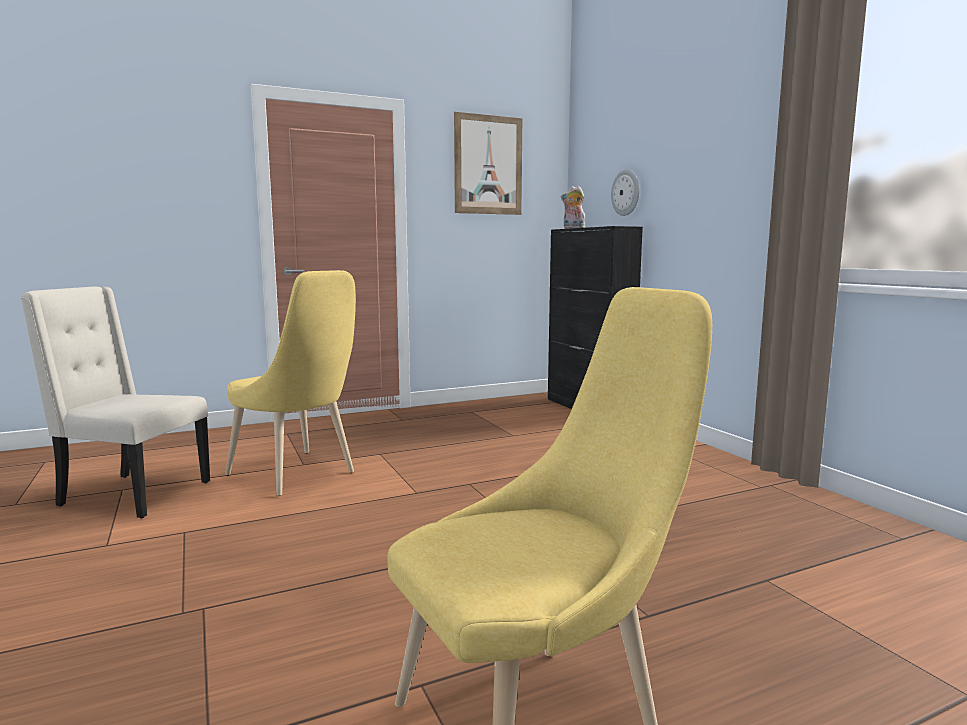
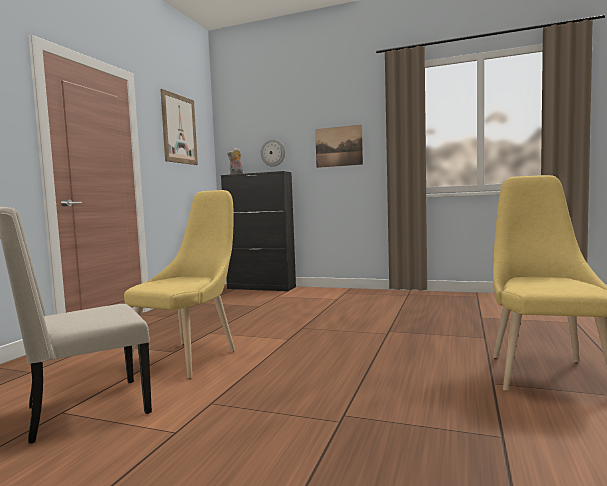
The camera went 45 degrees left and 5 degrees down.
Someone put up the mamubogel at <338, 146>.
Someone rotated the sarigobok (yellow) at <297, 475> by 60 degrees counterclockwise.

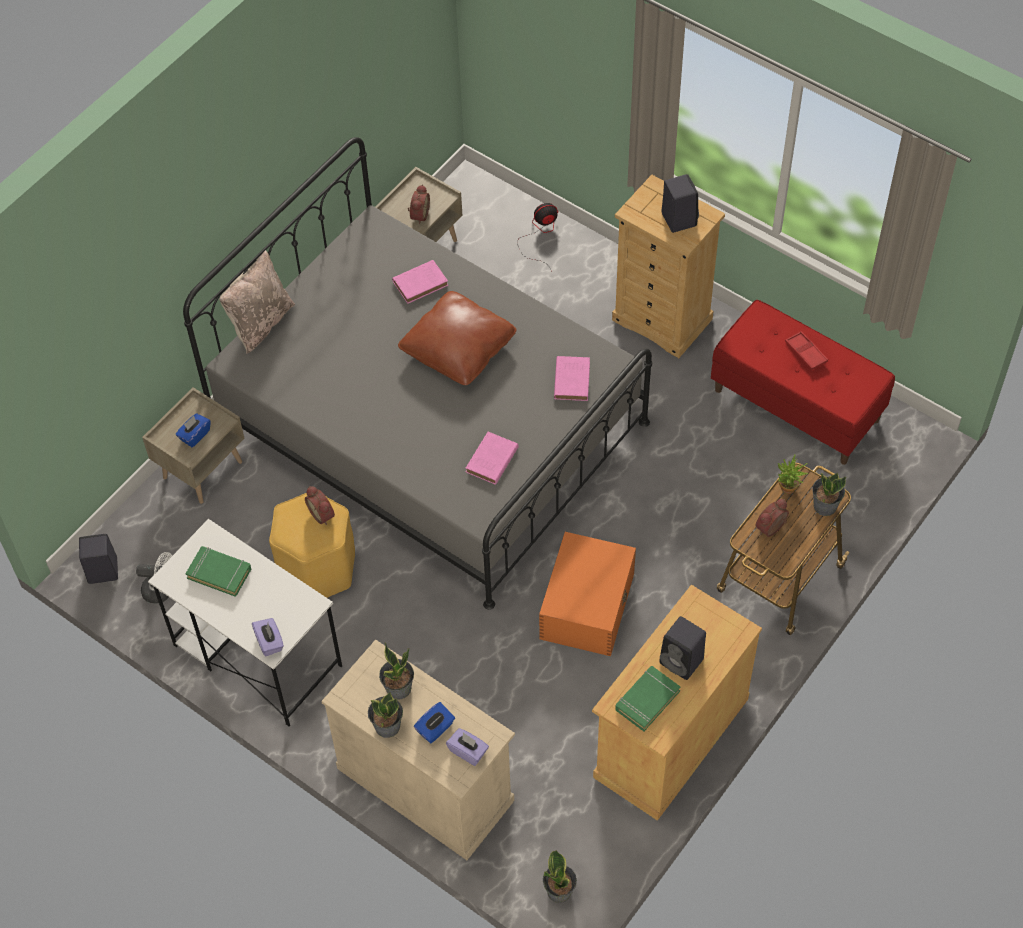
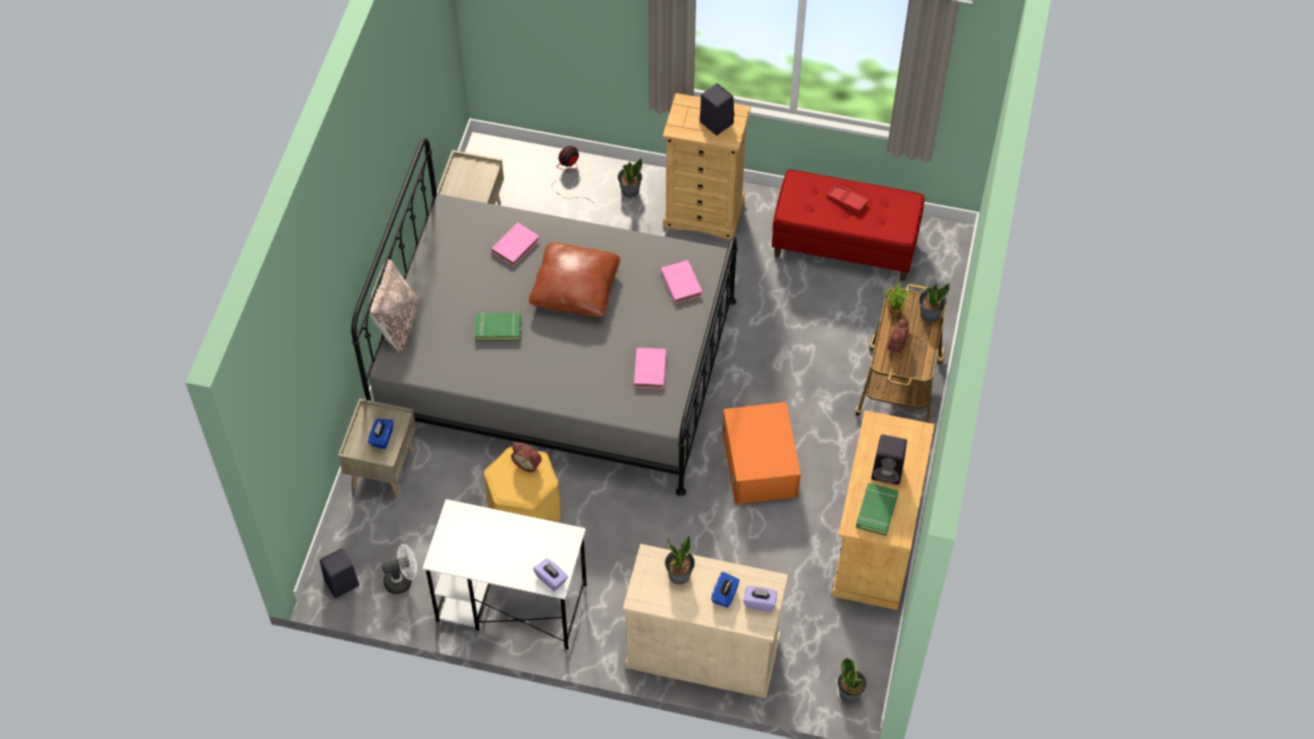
The camera went 25 degrees left and 0 degrees up.
Someone took away the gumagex at <418, 215>.
Someone carried the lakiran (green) from <219, 573> to <498, 329>.
Someone carried the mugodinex from <387, 726> to <630, 190>.

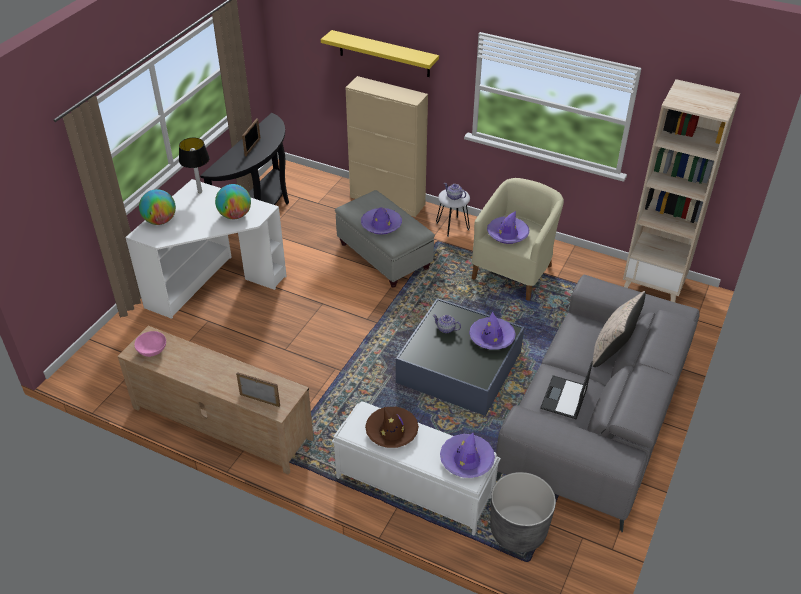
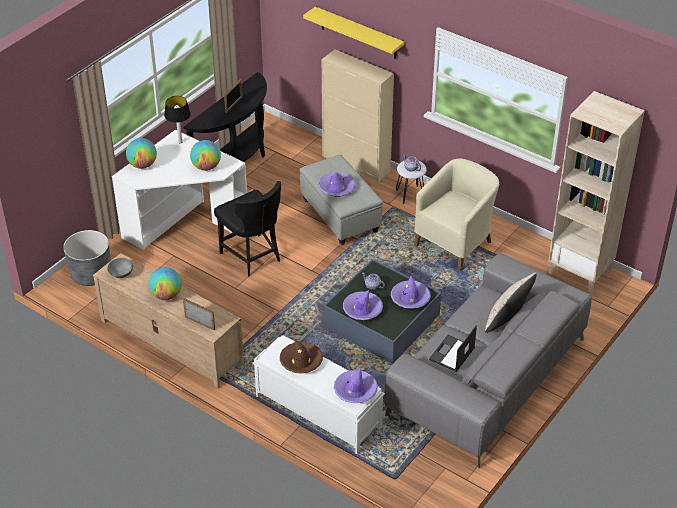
The camera went 10 degrees right and 0 degrees up.
Someone put down the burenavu at <166, 295>.
Someone put down the sarigobok (black) at <252, 257>.
Someone carried the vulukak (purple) from <507, 234> to <362, 309>.
Someone carried the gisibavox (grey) from <518, 530> to <91, 274>.
Someone repainted the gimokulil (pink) at <152, 351>, which became the gimokulil (grey) at <121, 274>.

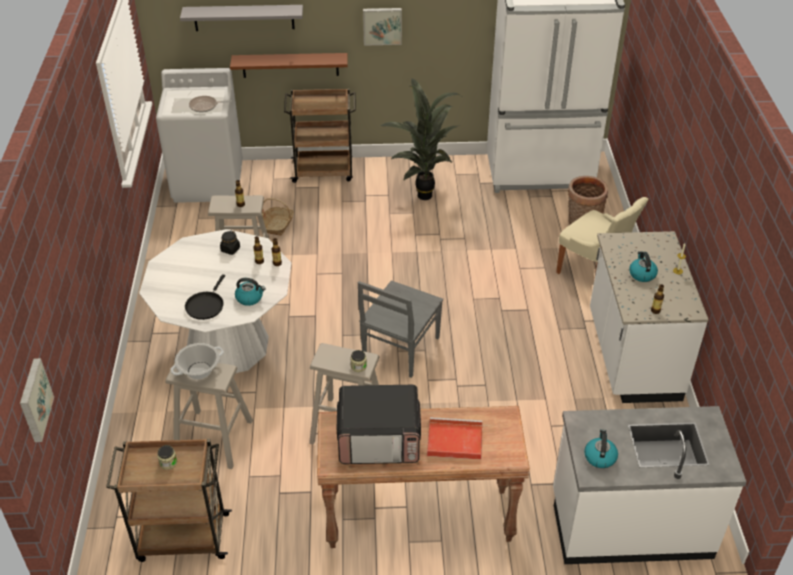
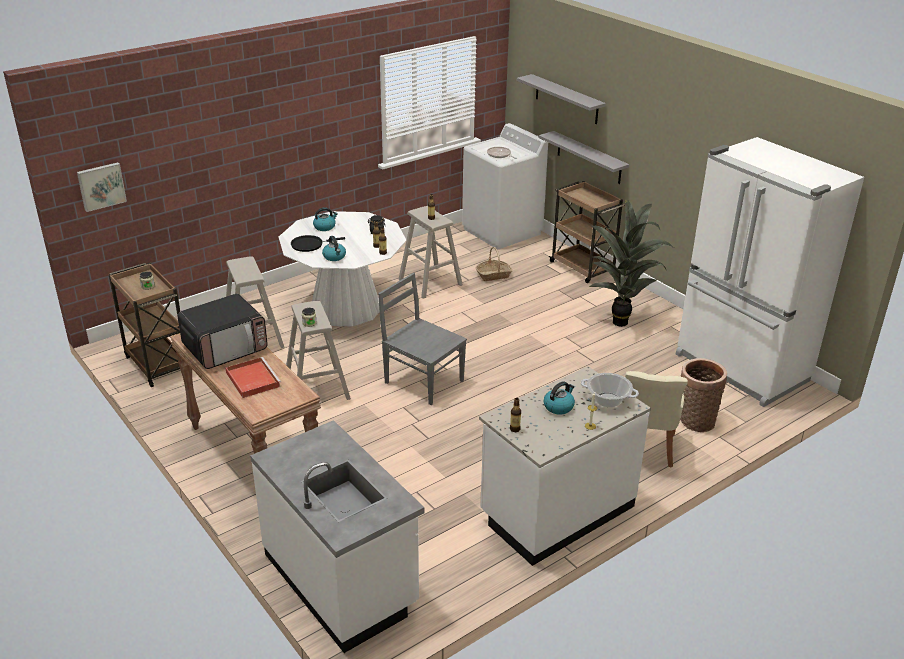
The camera went 55 degrees right and 10 degrees down.
Someone took away the mamubogel at <382, 25>.
Someone carried the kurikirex from <199, 370> to <608, 400>.
Someone carried the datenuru from <599, 457> to <325, 227>.
Someone repainted the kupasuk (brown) at <290, 65>, which became the kupasuk (grey) at <589, 158>.
Someone rotated the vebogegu at <379, 439> by 90 degrees counterclockwise.
Someone rotated the sarigobok (grey) at <400, 349> by 45 degrees clockwise.

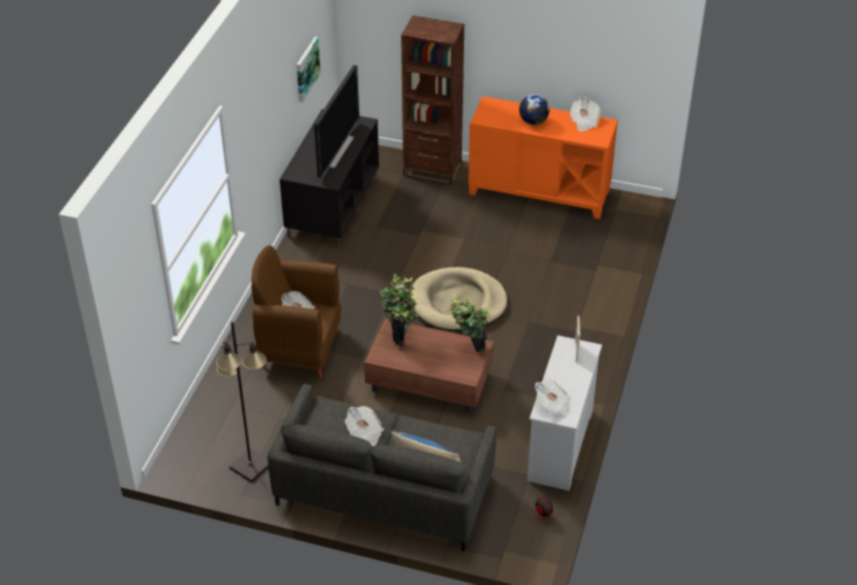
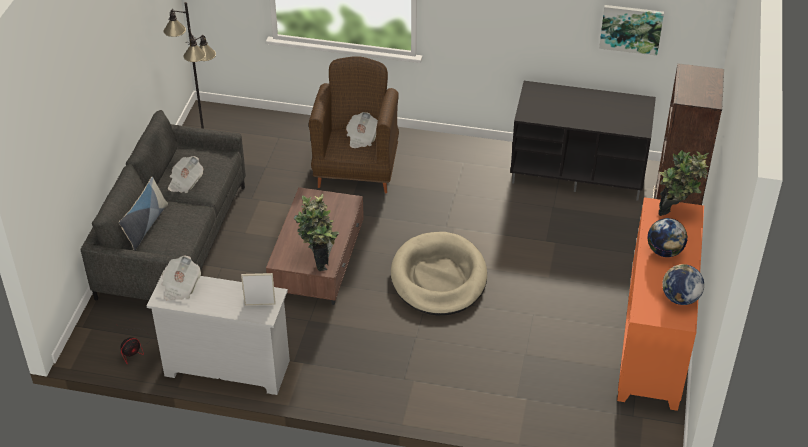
The camera went 85 degrees right and 0 degrees up.
Someone took away the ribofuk at <336, 151>.
Someone carried the mugodinex from <400, 335> to <676, 213>.
Someone swapped the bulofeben at <584, 122> for the burenavu at <680, 298>.

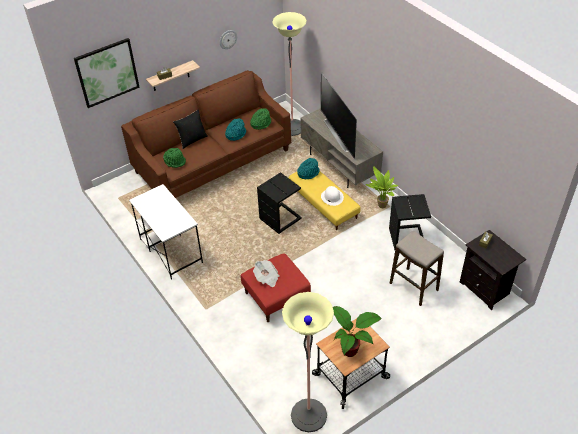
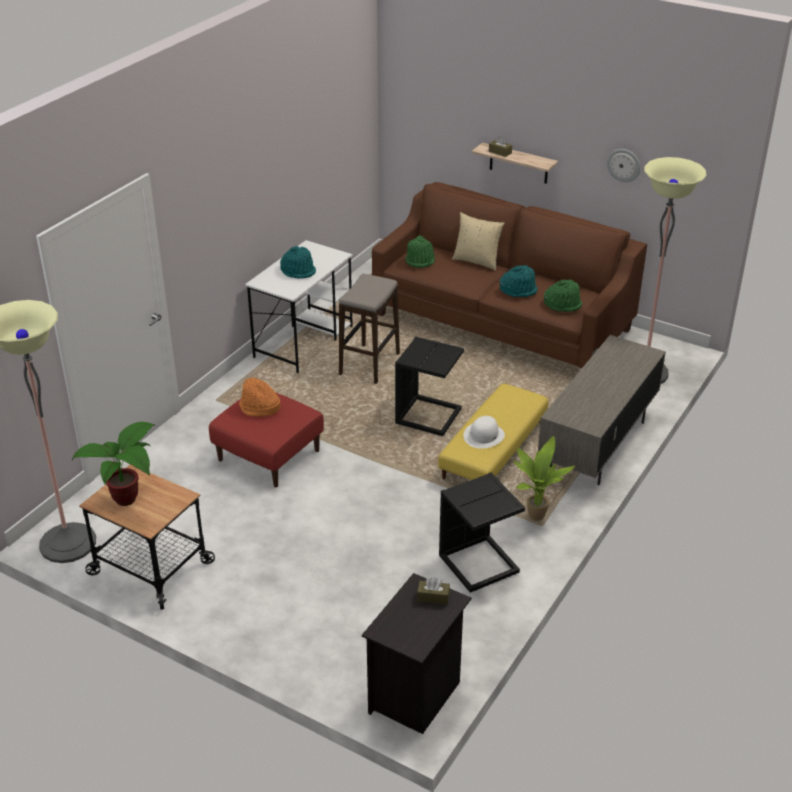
The camera went 65 degrees right and 10 degrees down.
Someone took away the mamubogel at <107, 72>.
Someone took away the ribofuk at <340, 134>.
Someone carried the vulukak (turquoise) from <308, 173> to <298, 271>.
Someone carried the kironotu from <413, 286> to <370, 364>.
Someone swapped the bulofeben at <266, 278> for the vulukak (orange) at <259, 408>.
Someone repainted the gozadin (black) at <192, 140>, which became the gozadin (beige) at <476, 261>.

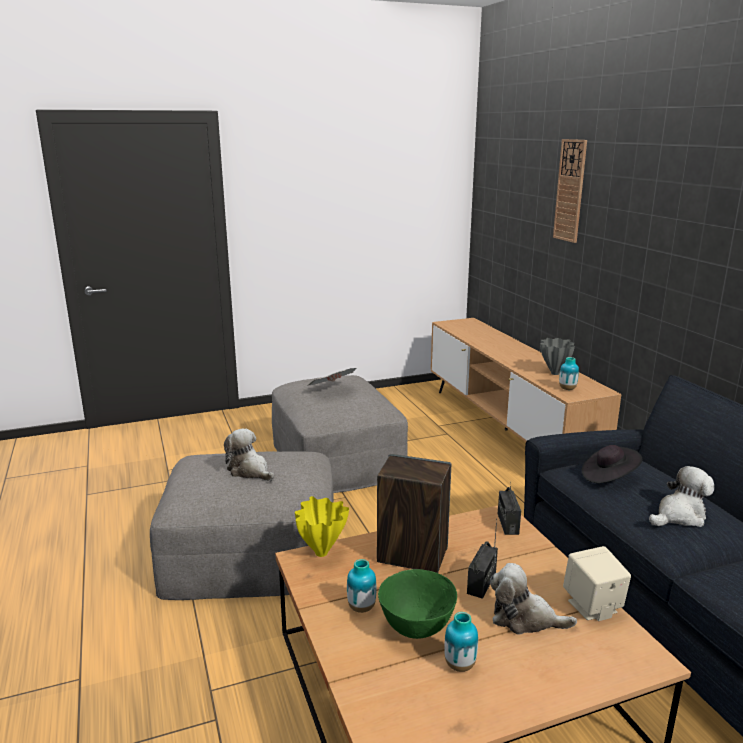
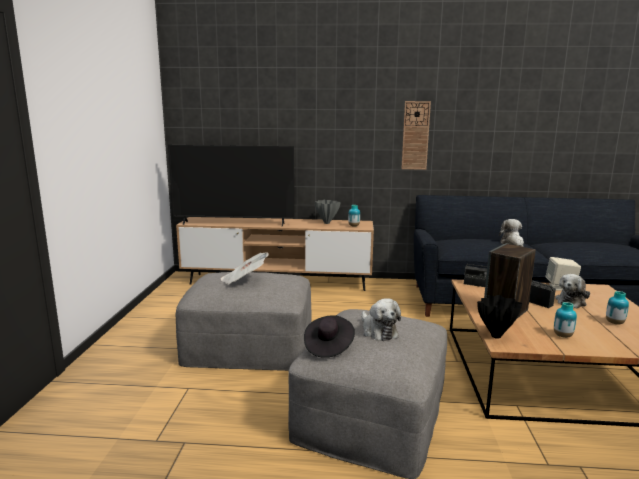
The camera went 65 degrees left and 5 degrees down.
Someone took away the gimokulil (green) at <416, 628>.
Someone put down the ribofuk at <234, 223>.
Someone carried the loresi from <570, 191> to <415, 135>.
Someone carried the vulukak (black) from <609, 477> to <328, 346>.
Someone repainted the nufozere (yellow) at <322, 554>, which became the nufozere (black) at <497, 336>.
Someone rotated the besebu at <249, 471> by 90 degrees counterclockwise.

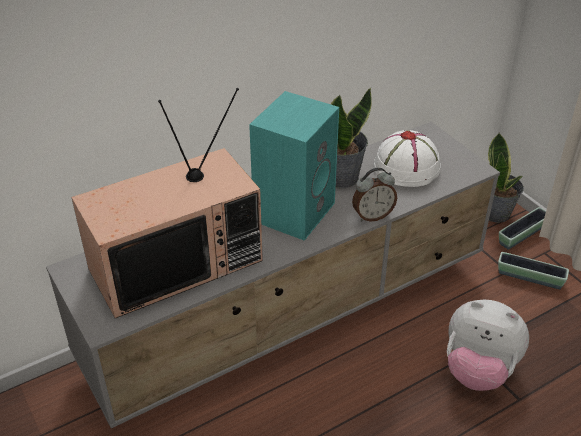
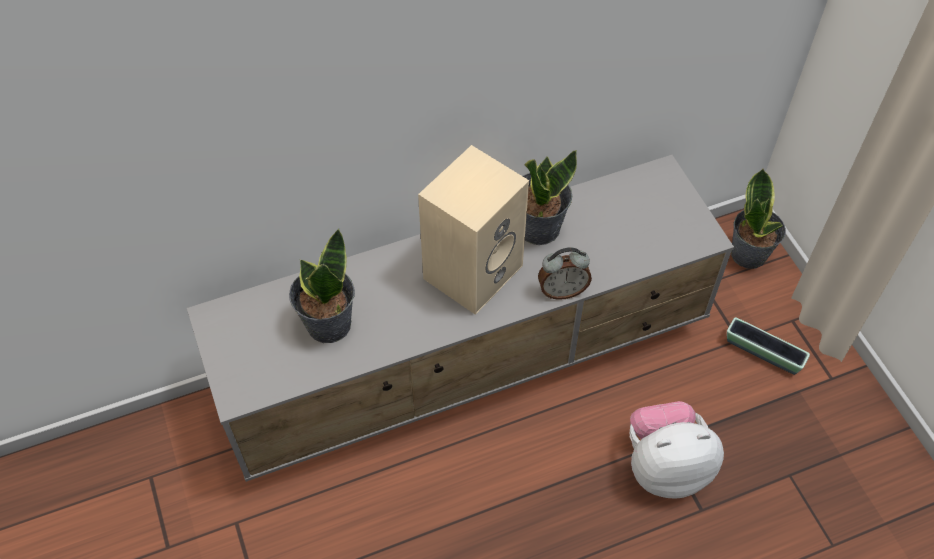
The camera went 10 degrees right and 15 degrees up.
Someone took away the vulukak (white) at <407, 167>.
Someone took away the gisibavox at <522, 235>.
Someone swapped the ribofuk at <176, 262> for the mugodinex at <328, 324>.
Someone repainted the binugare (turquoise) at <294, 210>, which became the binugare (beige) at <473, 269>.
Someone rotated the besebu at <478, 370> by 135 degrees clockwise.

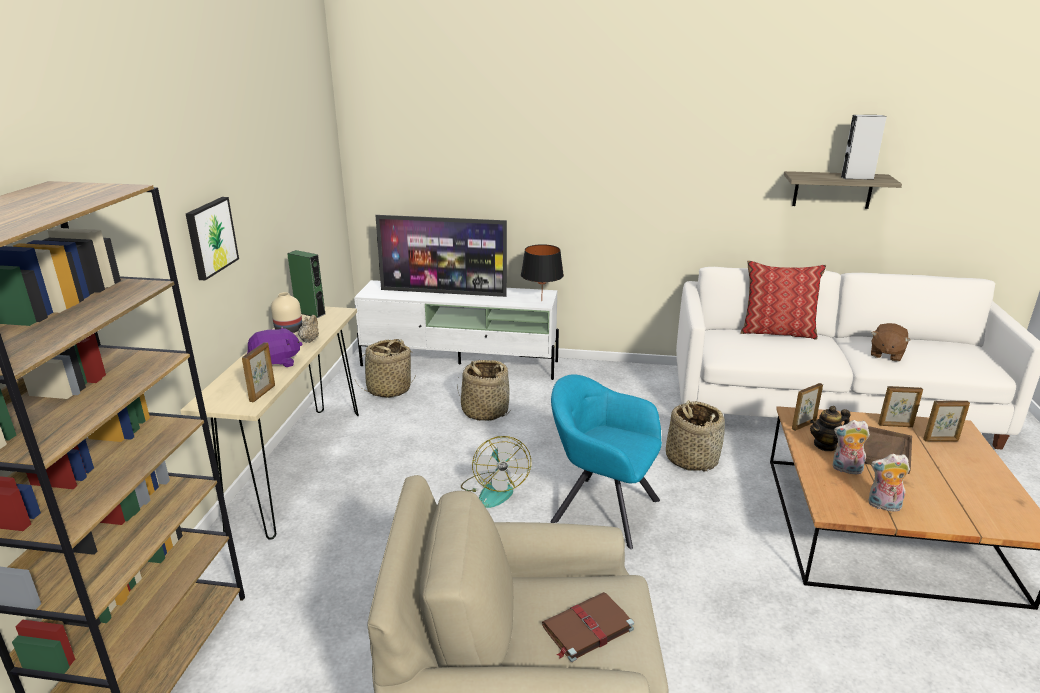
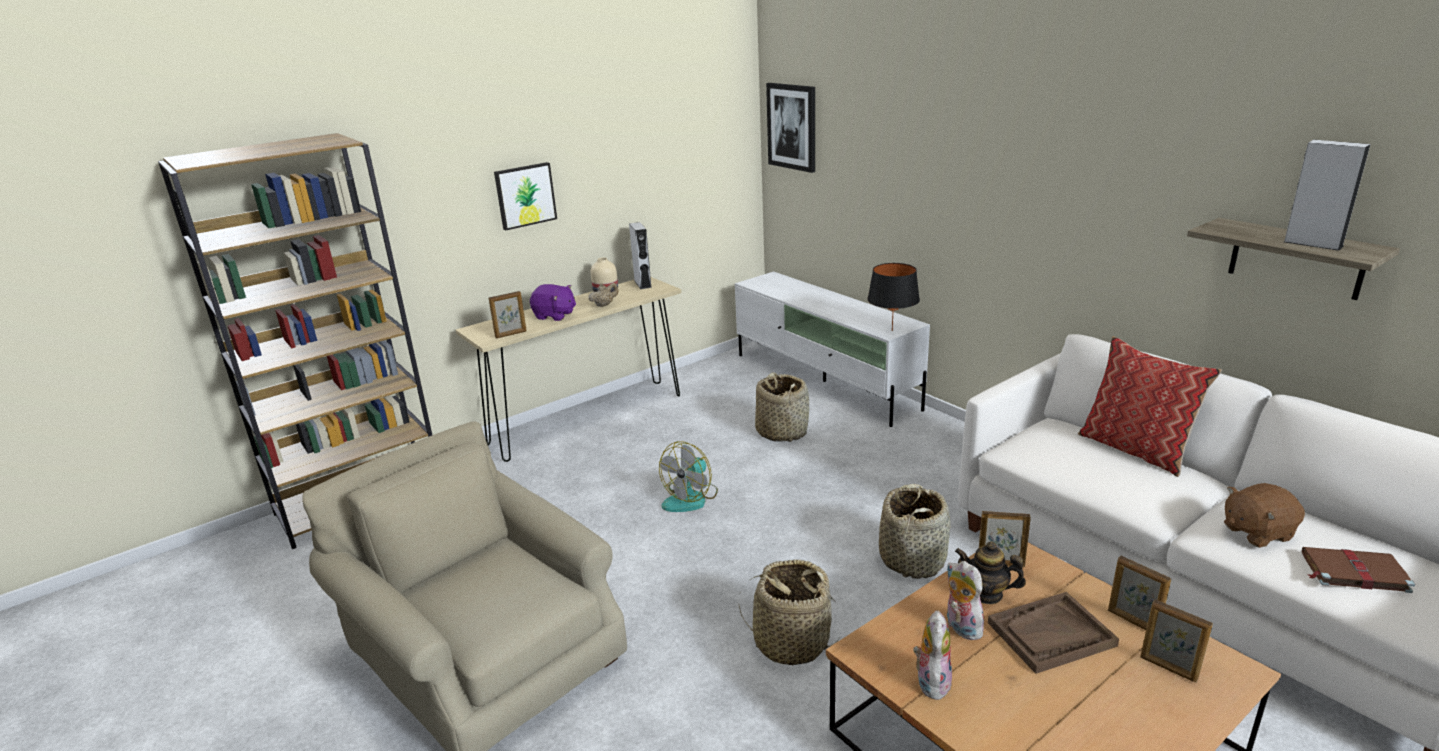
The camera went 45 degrees right and 0 degrees up.
Someone took away the ribofuk at <444, 292>.
Someone took away the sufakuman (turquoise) at <601, 509>.
Someone put up the mamubogel at <792, 126>.
Someone carried the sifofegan from <388, 389> to <791, 642>.
Someone carried the lakiran (brown) from <586, 628> to <1353, 572>.
Someone repainted the binugare (green) at <310, 313>, which became the binugare (grey) at <642, 284>.
Someone rotated the besebu at <883, 506> by 45 degrees clockwise.

